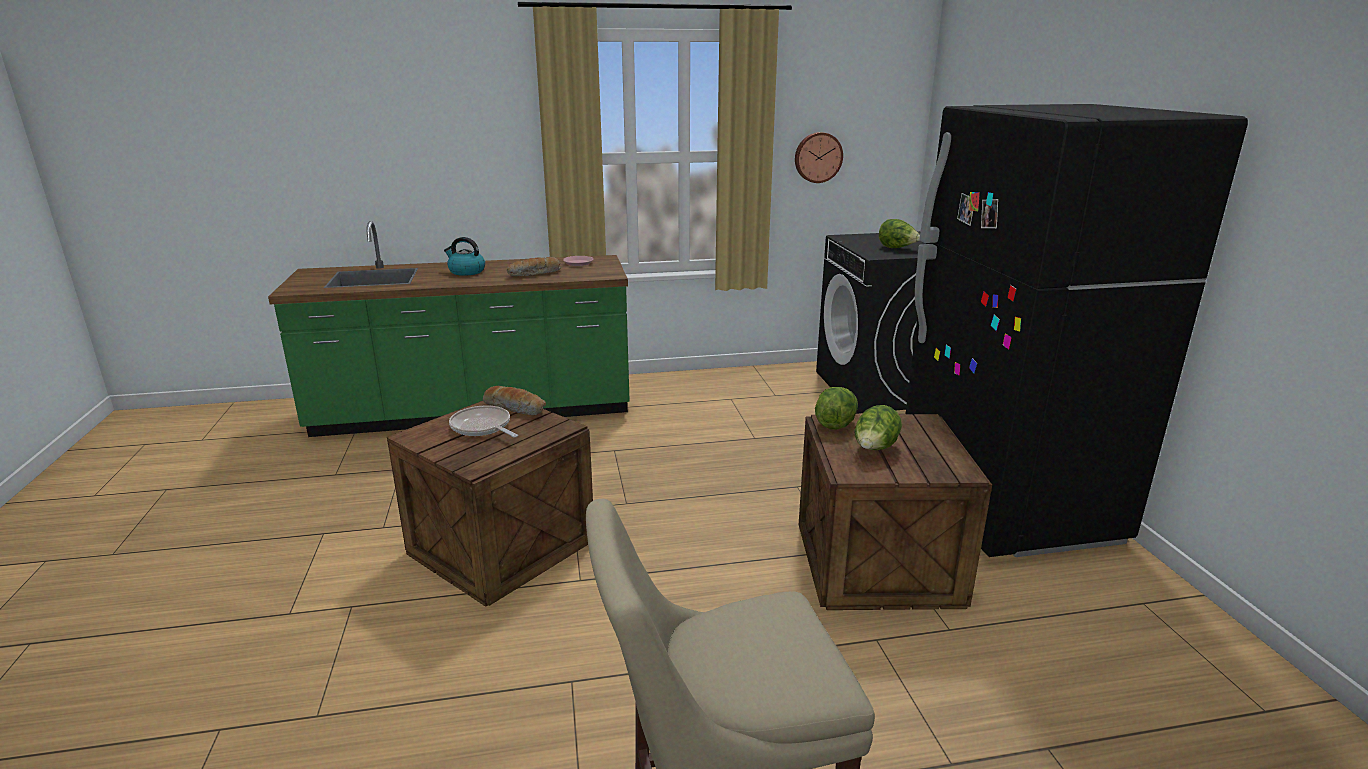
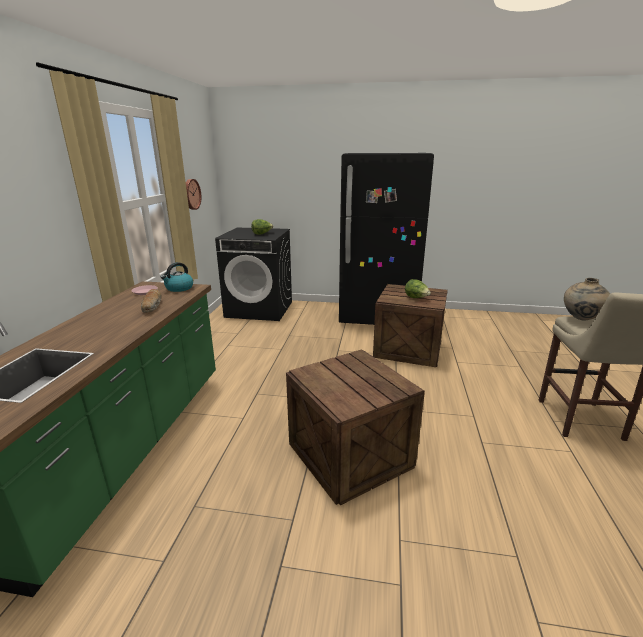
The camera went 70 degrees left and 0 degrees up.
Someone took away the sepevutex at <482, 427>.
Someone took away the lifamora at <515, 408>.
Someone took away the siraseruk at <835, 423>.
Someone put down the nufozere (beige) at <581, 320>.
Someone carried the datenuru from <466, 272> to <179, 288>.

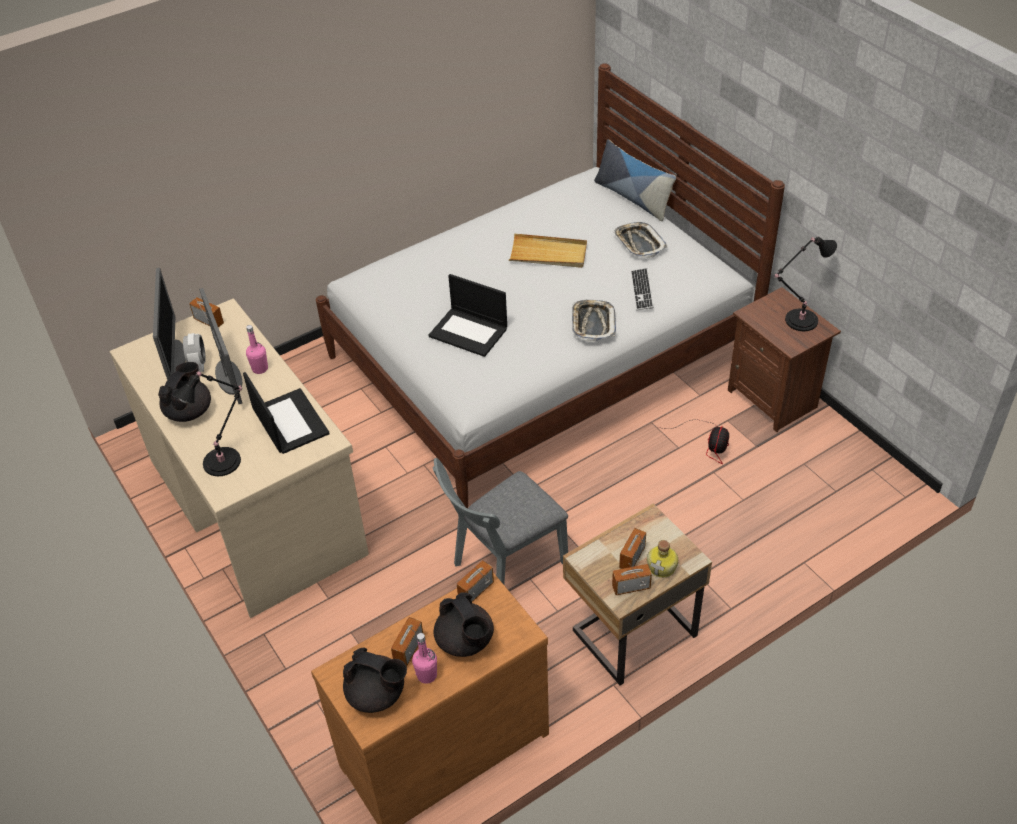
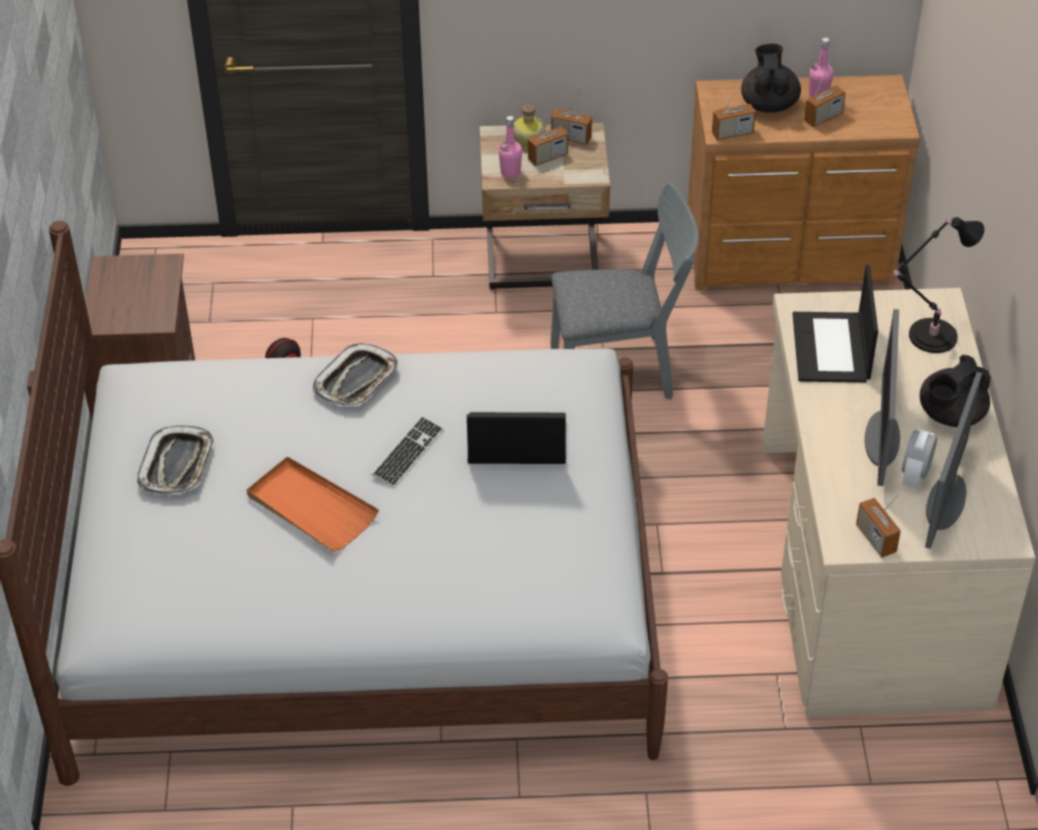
The camera went 150 degrees left and 0 degrees up.
Someone took away the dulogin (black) at <377, 694>.
Someone took away the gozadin at <633, 198>.
Someone took away the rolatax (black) at <798, 320>.
Someone carried the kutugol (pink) from <260, 369> to <510, 172>.
Someone carried the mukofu from <641, 290> to <408, 453>.
Someone repainted the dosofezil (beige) at <548, 254>, which became the dosofezil (orange) at <311, 508>.
Someone rotated the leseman at <469, 332> by 60 degrees counterclockwise.

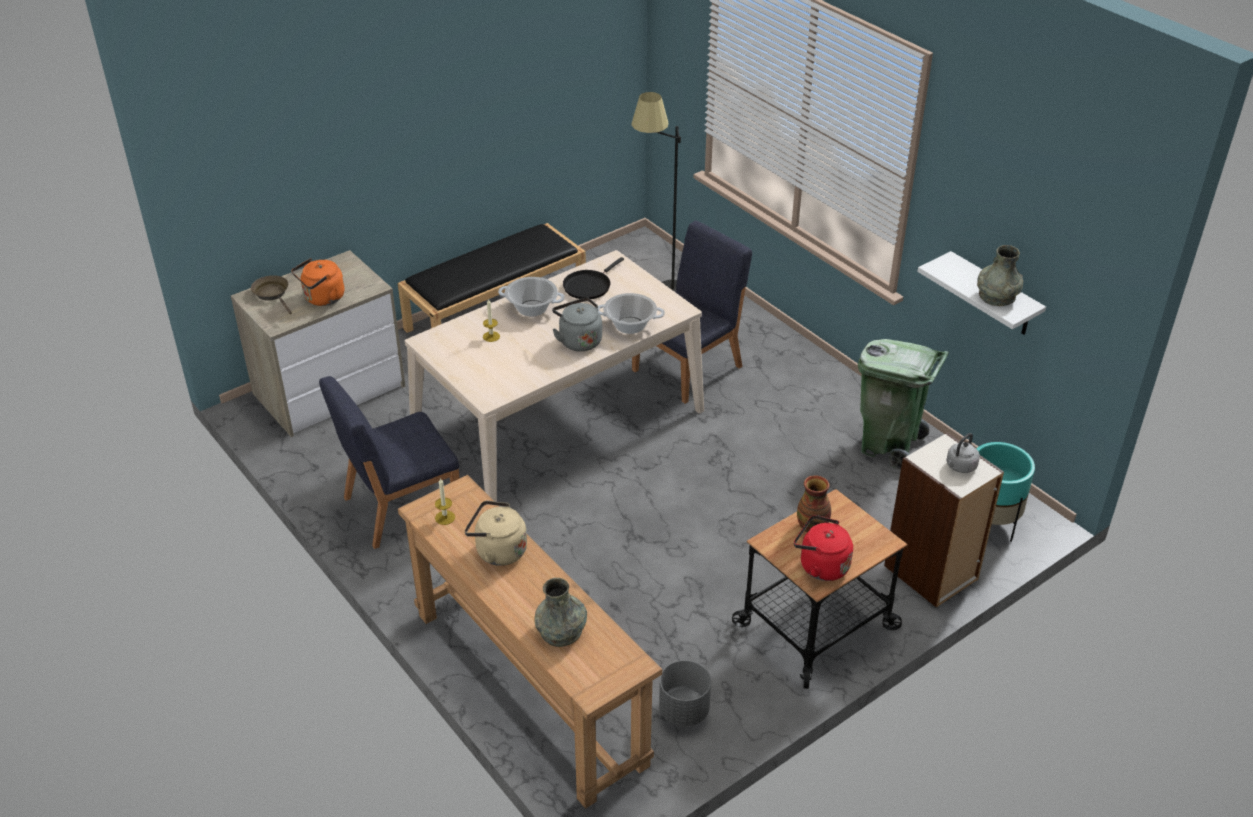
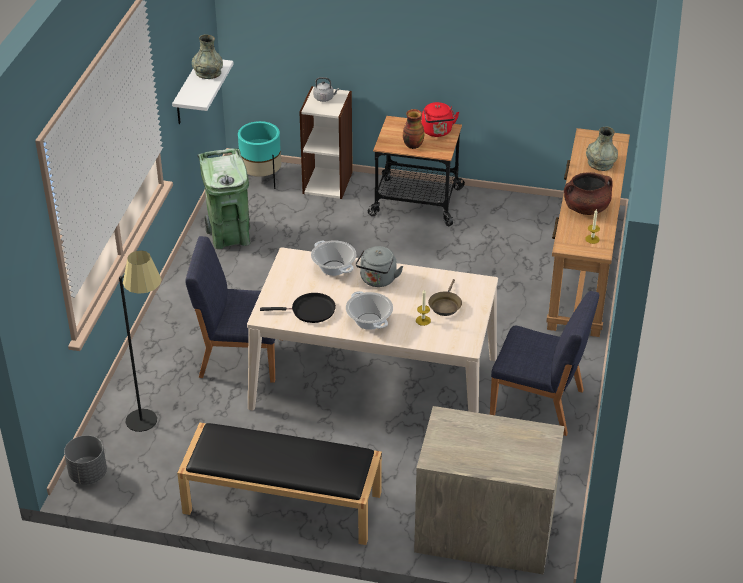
The camera went 130 degrees left and 0 degrees up.
Someone took away the datenuru (orange) at <322, 299>.
Someone carried the sepevutex (brown) from <272, 294> to <445, 305>.
Someone carried the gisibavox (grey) from <683, 710> to <88, 474>.
Someone swapped the datenuru (beige) at <498, 551> for the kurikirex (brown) at <586, 208>.

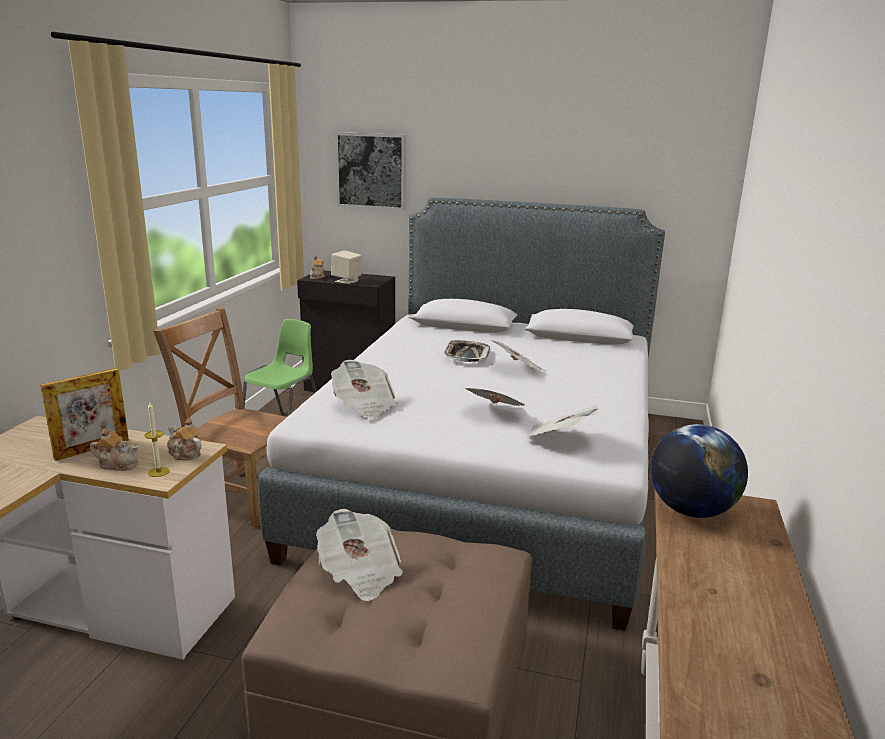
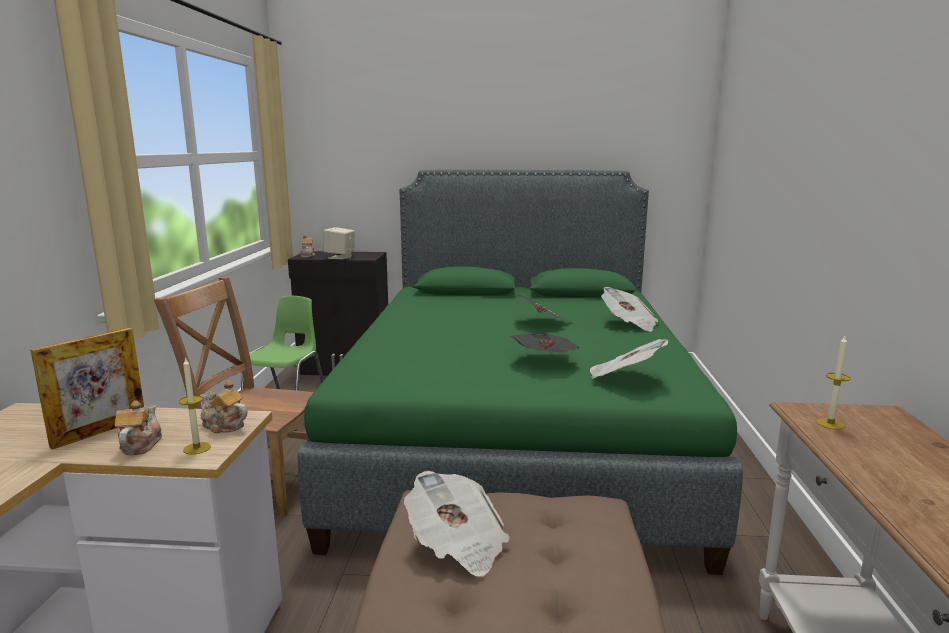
The camera went 10 degrees left and 5 degrees down.
Someone took away the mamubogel at <371, 171>.
Someone took away the dosofezil at <466, 355>.
Someone carried the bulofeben from <364, 405> to <629, 324>.
Someone swapped the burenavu at <691, 510> for the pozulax at <830, 424>.
Someone repainted the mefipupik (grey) at <488, 474>, which became the mefipupik (green) at <515, 435>.
Someone rotated the dulogin at <118, 464> by 90 degrees counterclockwise.

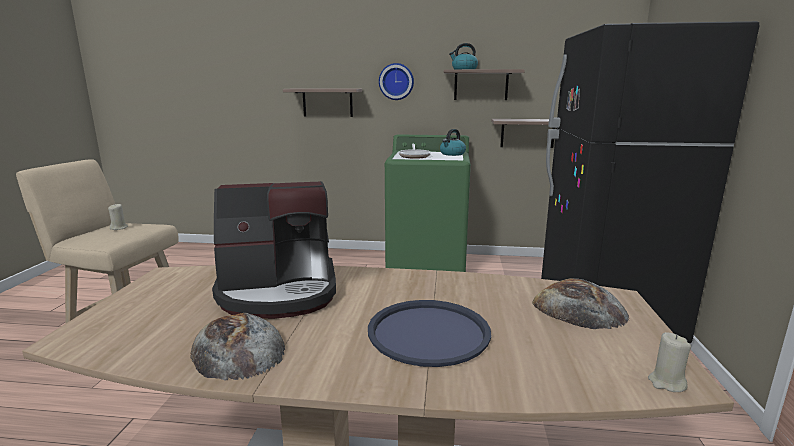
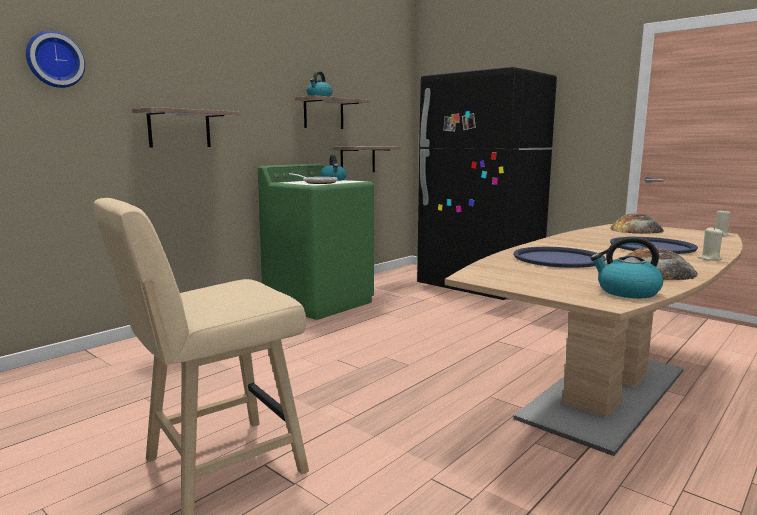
The camera went 55 degrees left and 5 degrees down.
Someone put down the datenuru at <627, 292>.
Someone carried the pozulax (beige) from <119, 228> to <709, 259>.
Someone carried the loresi from <396, 81> to <54, 60>.
Someone swapped the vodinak at <279, 292> for the dosofezil (blue) at <557, 259>.

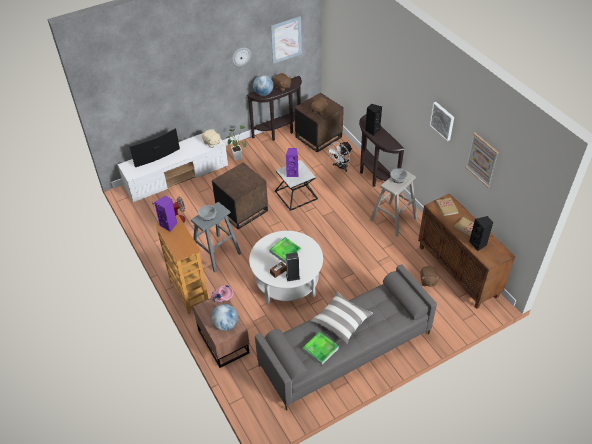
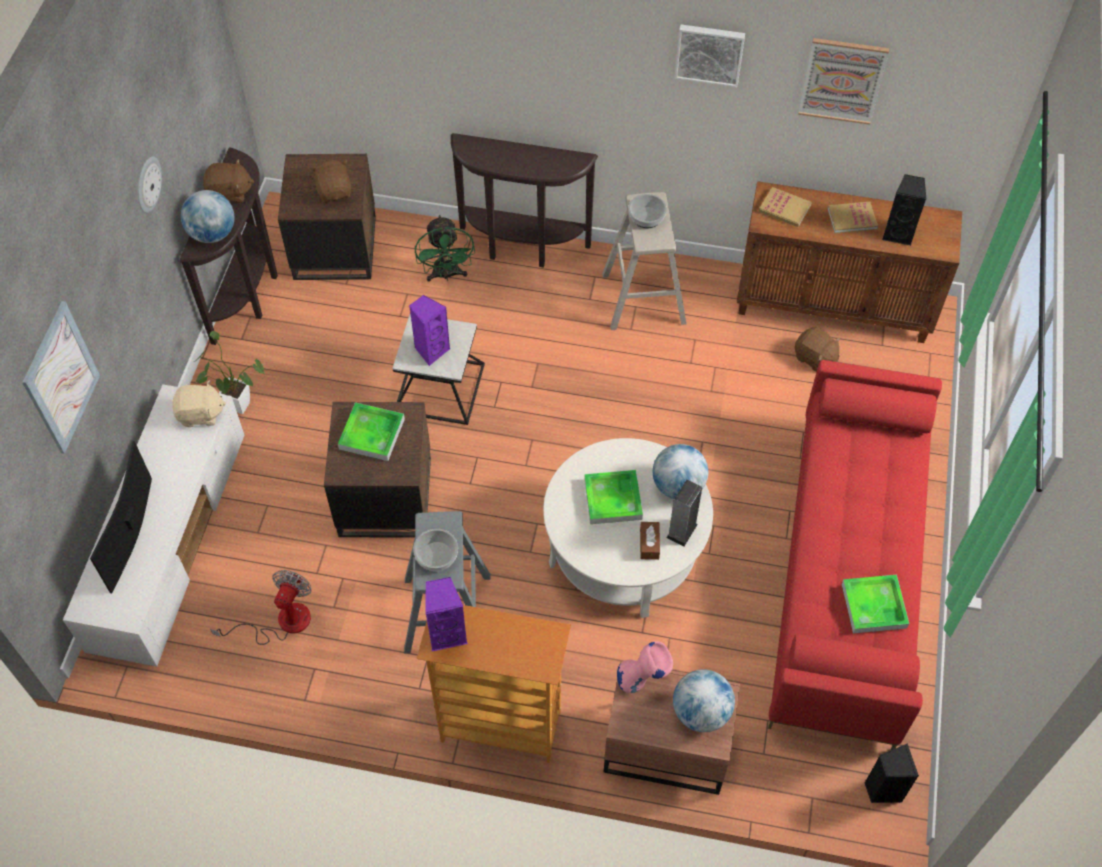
The camera went 50 degrees left and 10 degrees up.
Someone took away the gozadin at <341, 321>.
Someone put down the dosofezil at <372, 434>.
Someone put down the burenavu at <678, 486>.
Someone carried the mamubogel from <286, 40> to <61, 378>.
Someone carried the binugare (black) from <372, 130> to <882, 789>.
Someone repainted the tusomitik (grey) at <345, 350>, which became the tusomitik (red) at <847, 576>.
Someone repainted the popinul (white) at <340, 167>, which became the popinul (green) at <446, 275>.

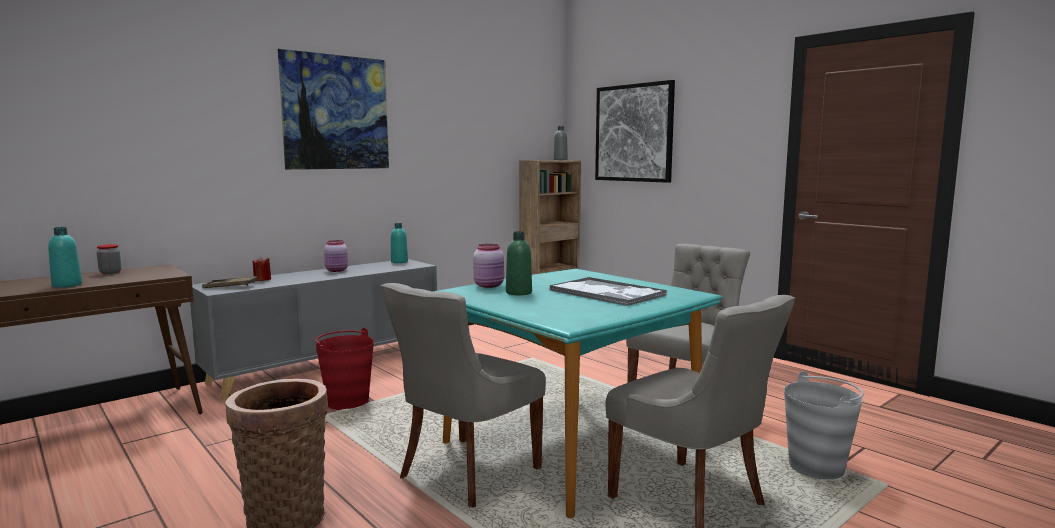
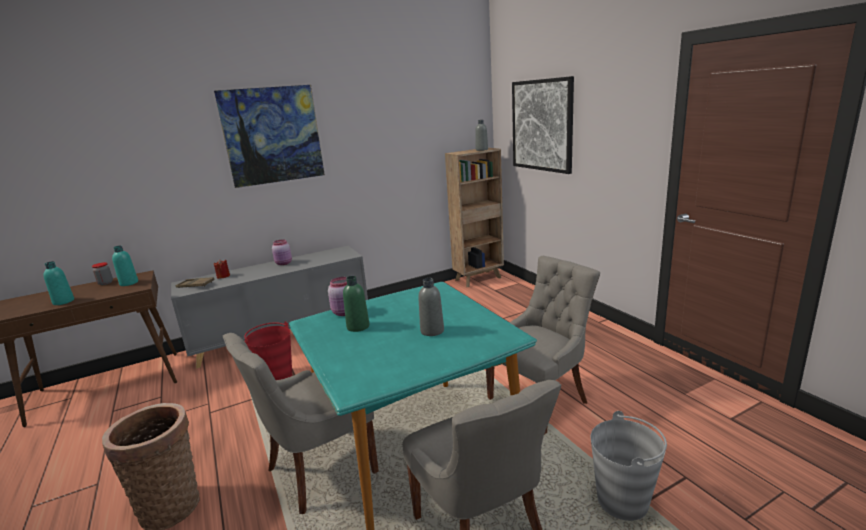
The camera went 15 degrees right and 10 degrees up.
Someone carried the kutugol (turquoise) from <399, 262> to <129, 283>.
Someone swapped the dosofezil at <607, 293> for the kutugol (grey) at <432, 331>.

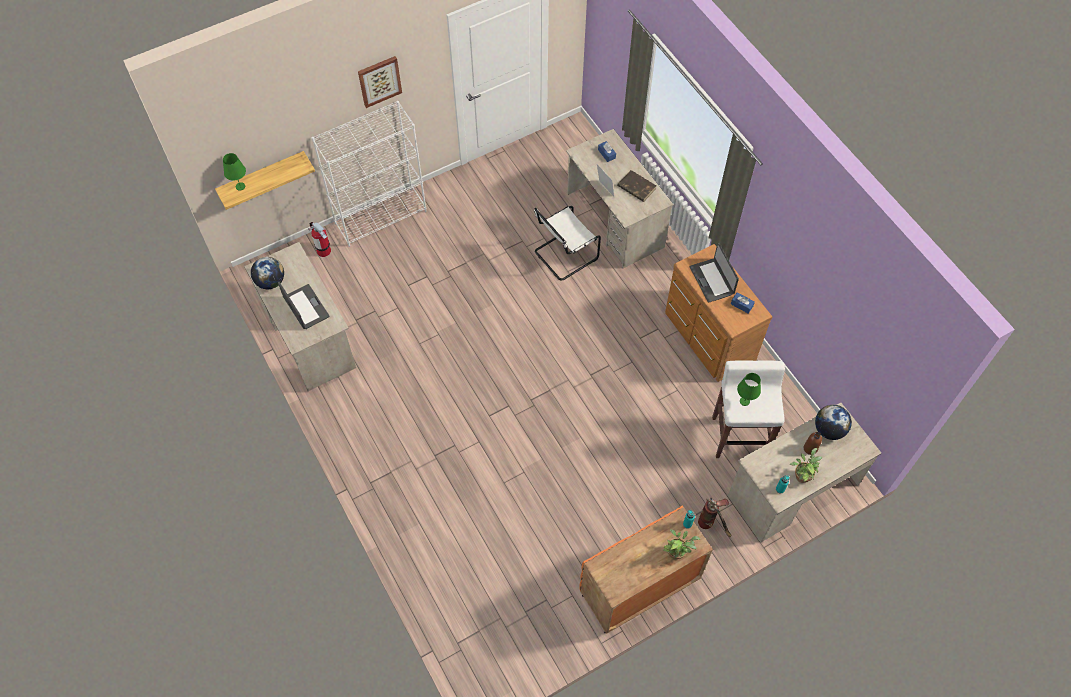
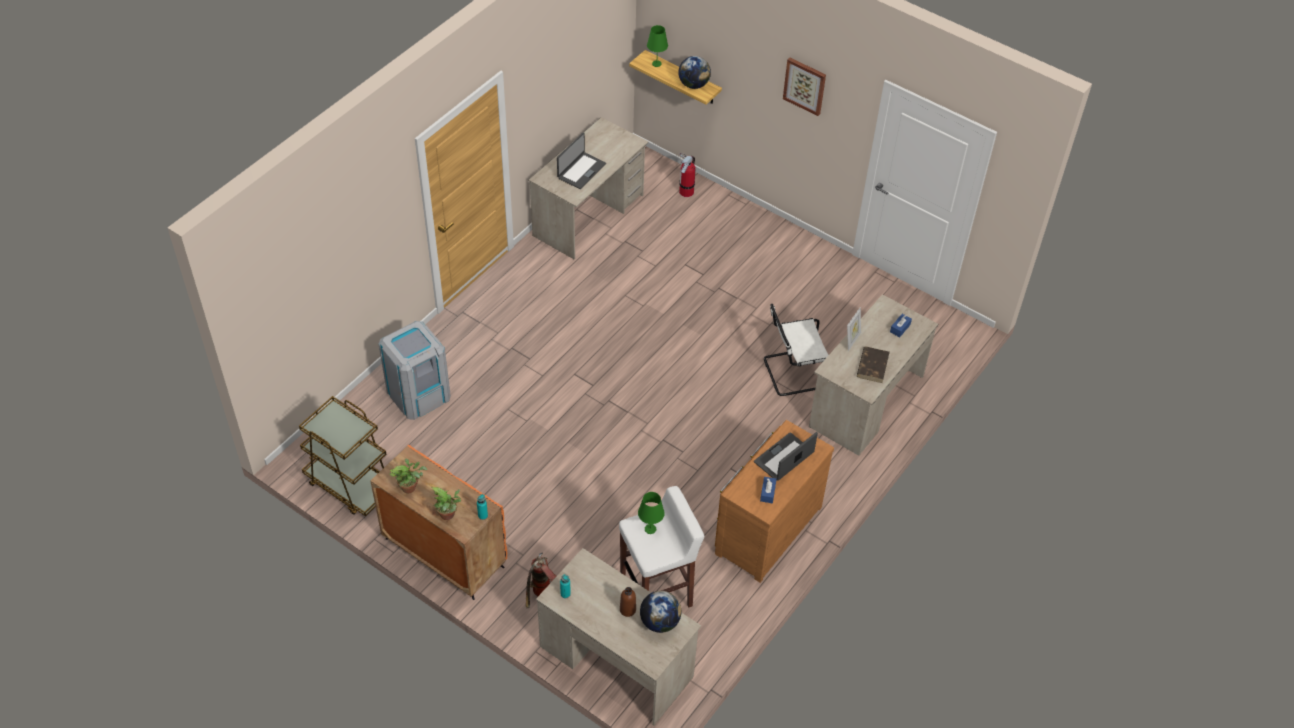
The camera went 65 degrees right and 10 degrees down.
Someone took away the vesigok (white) at <381, 217>.
Someone put down the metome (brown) at <350, 485>.
Someone put down the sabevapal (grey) at <418, 394>.
Someone carried the burenavu from <270, 281> to <693, 84>.
Someone carried the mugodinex from <802, 475> to <410, 487>.
Someone rotated the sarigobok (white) at <564, 256> by 45 degrees counterclockwise.

